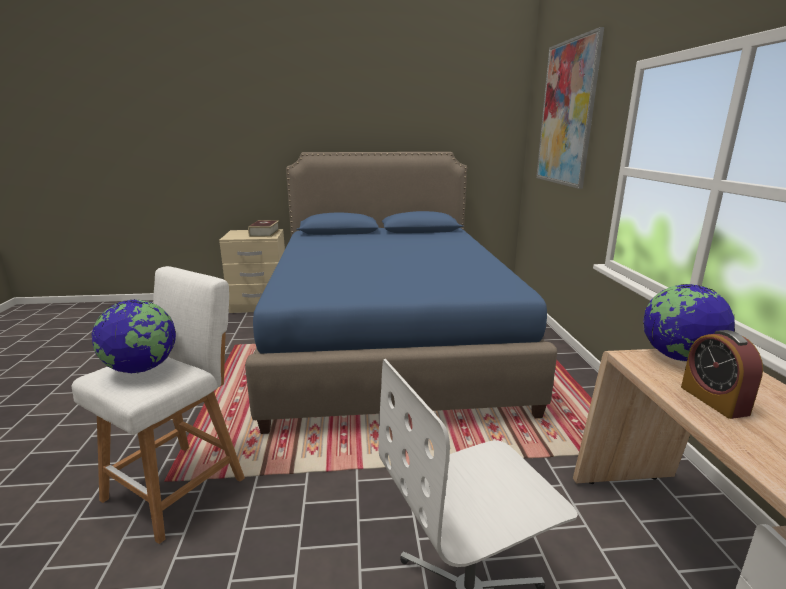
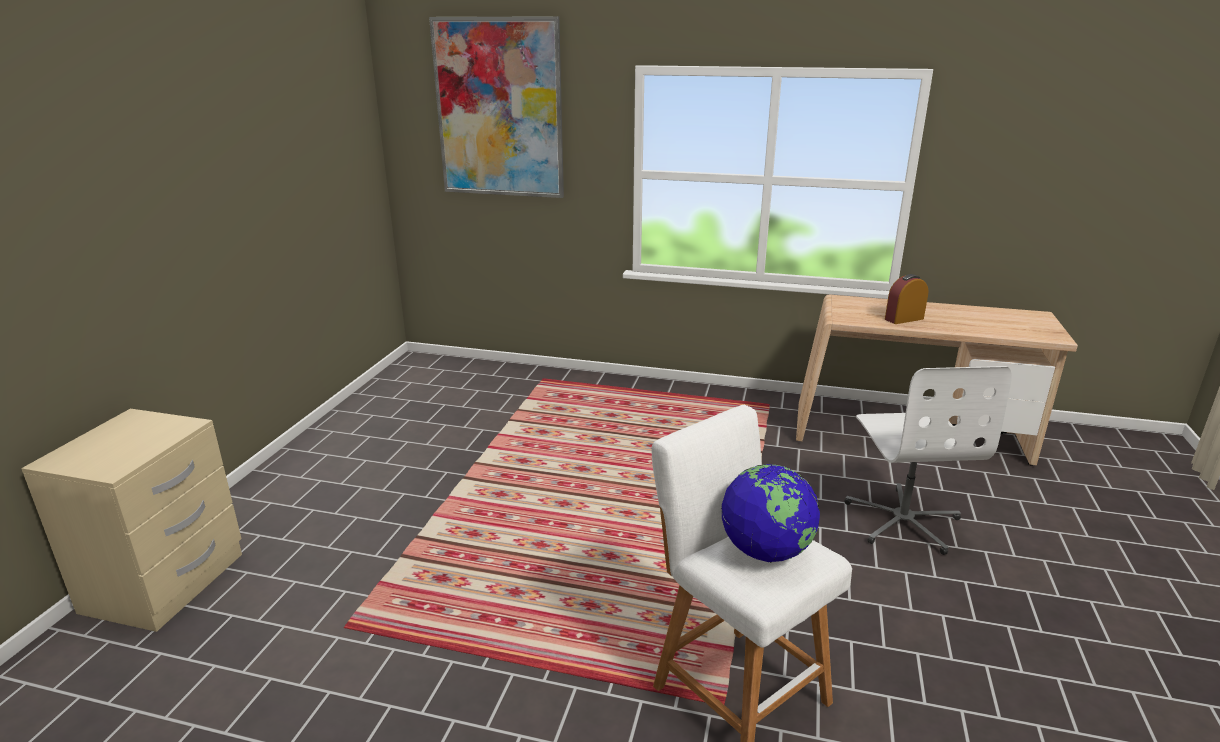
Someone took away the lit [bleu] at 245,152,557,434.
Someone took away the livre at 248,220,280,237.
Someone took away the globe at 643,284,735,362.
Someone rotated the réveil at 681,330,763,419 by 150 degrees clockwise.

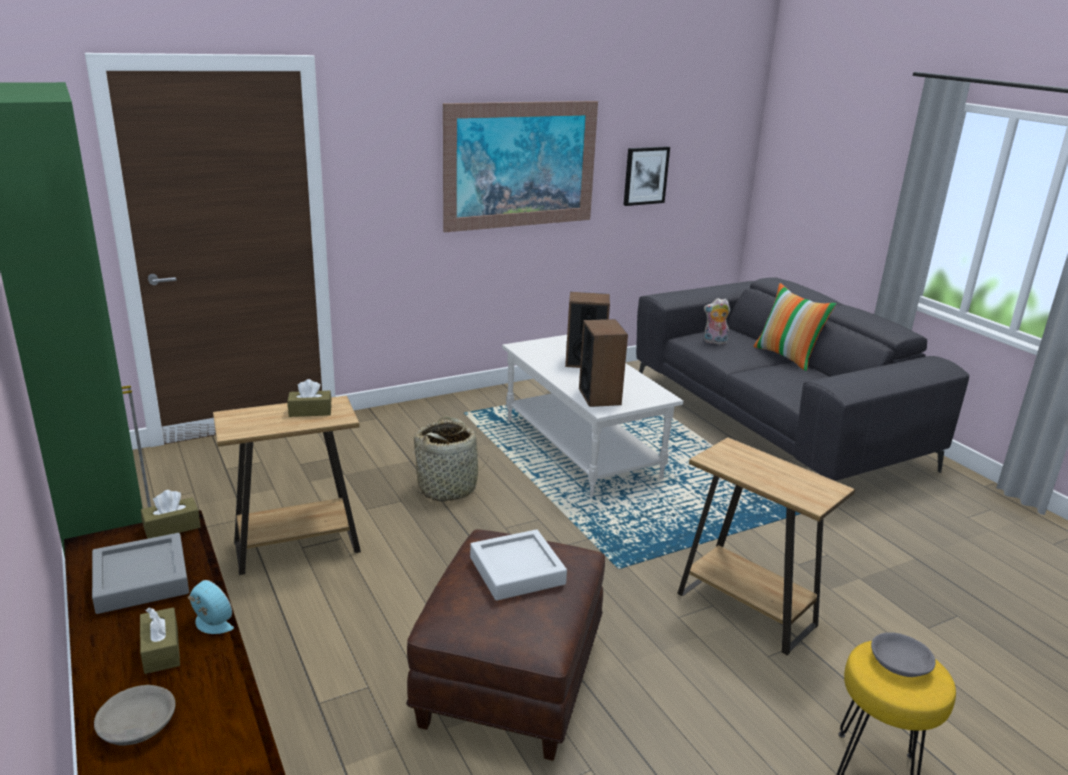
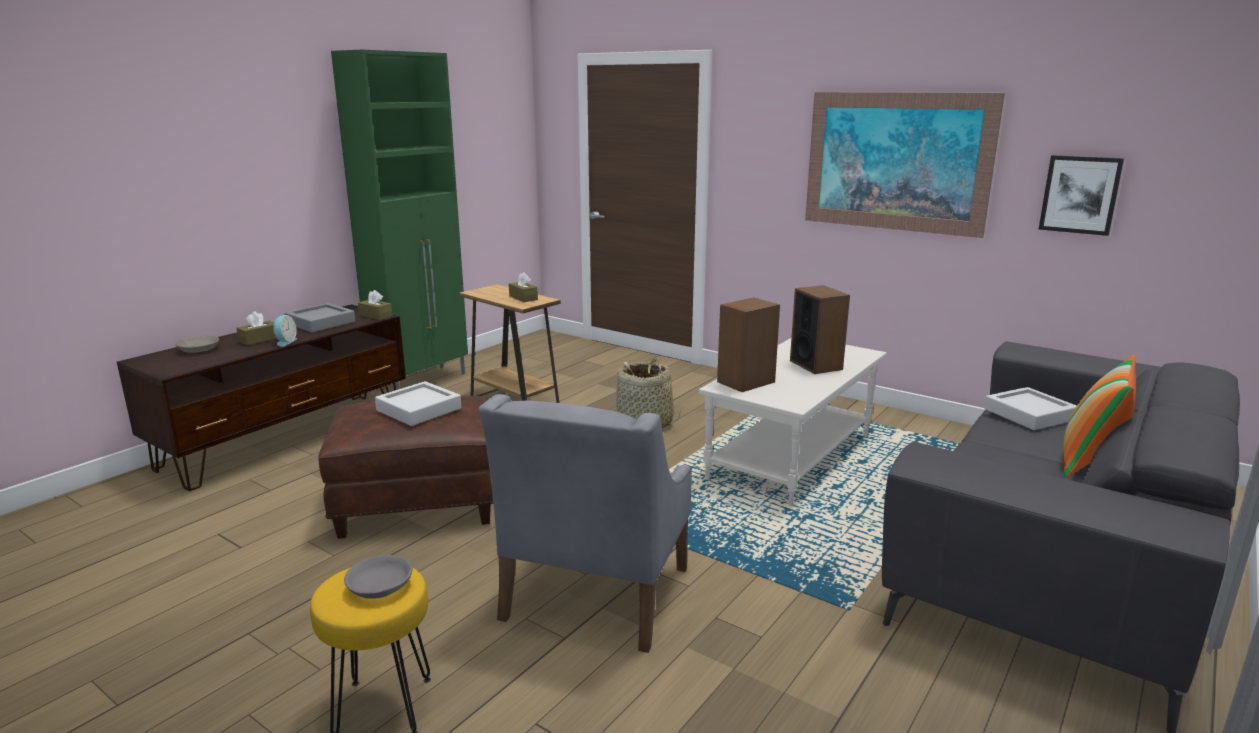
Someone swapped the table d'appoint [marron] at 677,437,855,655 for the fauteuil [gris] at 479,394,692,653.
Someone swapped the peluche at 704,298,730,344 for the plateau [gris] at 984,387,1077,430.

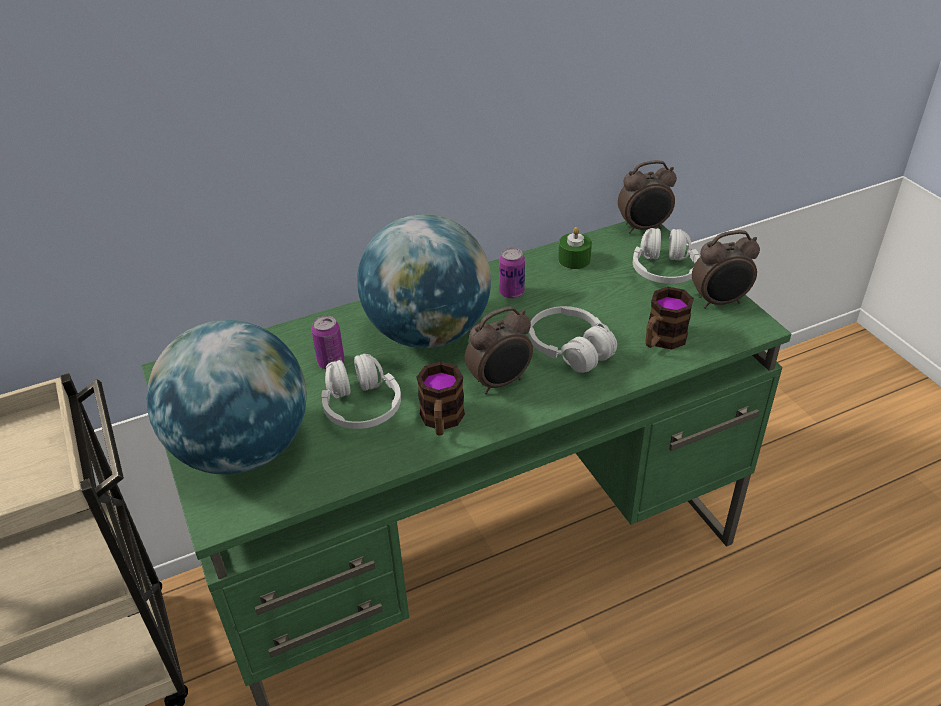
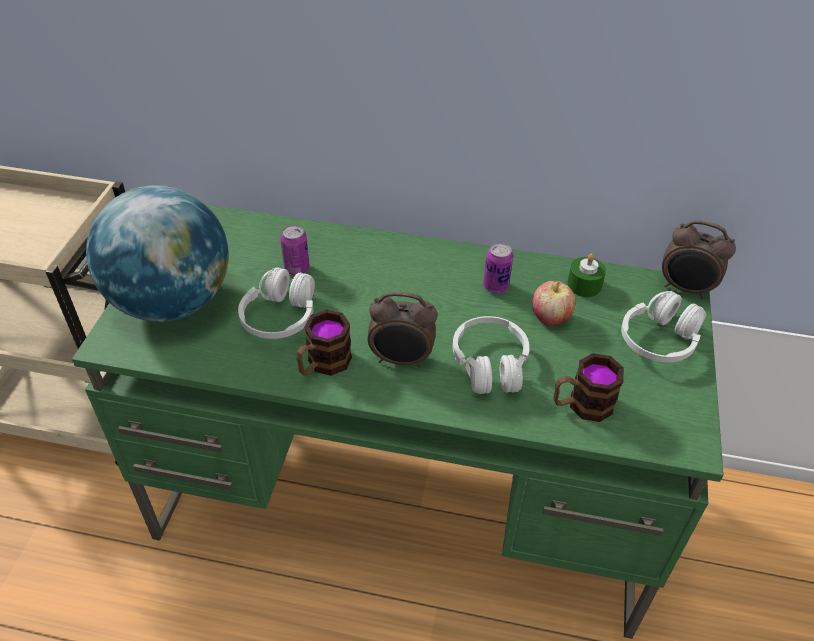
Someone took away the globe at 357,214,491,348.
Someone took away the réveil at 692,230,760,309.
Someone put down the pomme at 532,281,575,326.

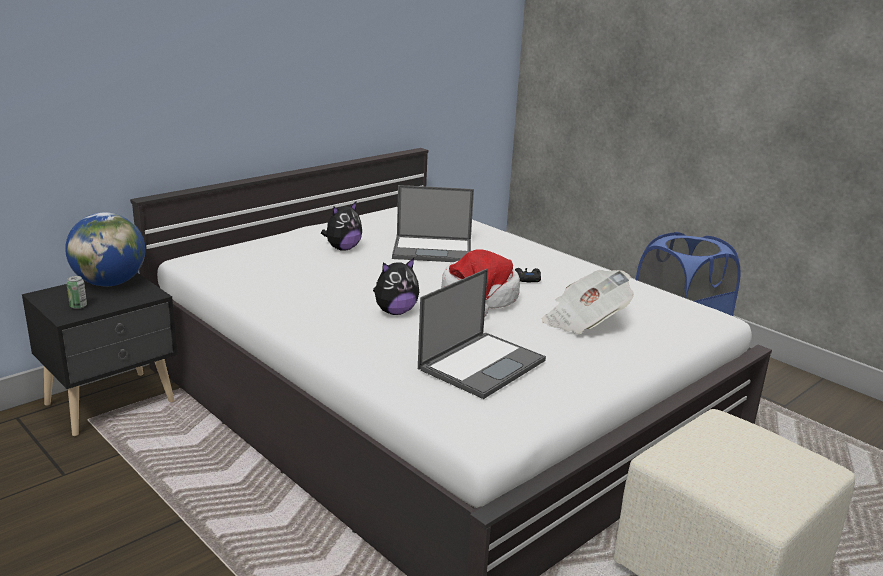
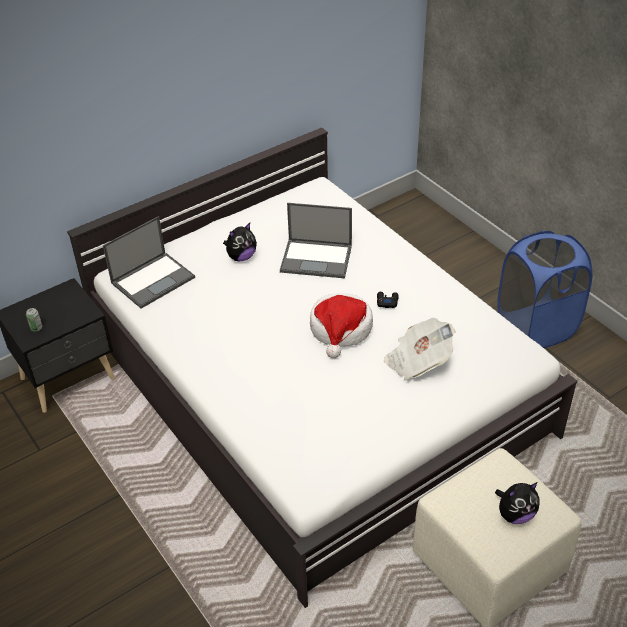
Someone took away the globe at 65,212,145,286.
Someone carried the peluche from 373,258,419,315 to 495,482,539,524.
Someone carried the ordinateur portable from 418,269,546,399 to 103,216,195,309.

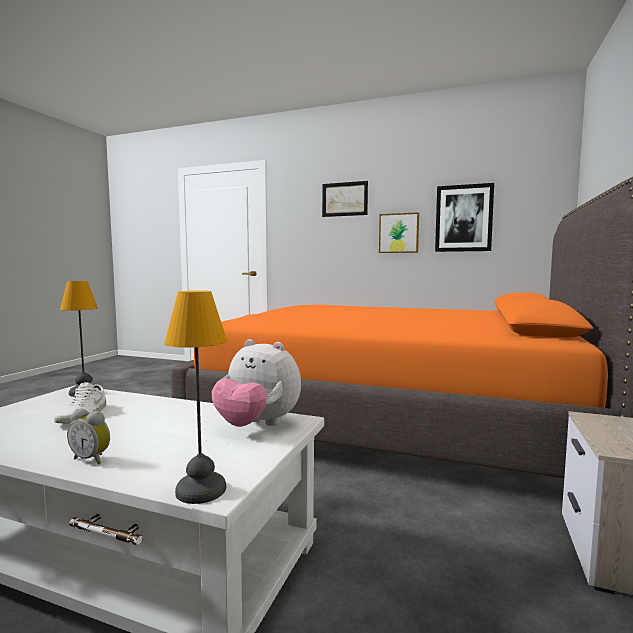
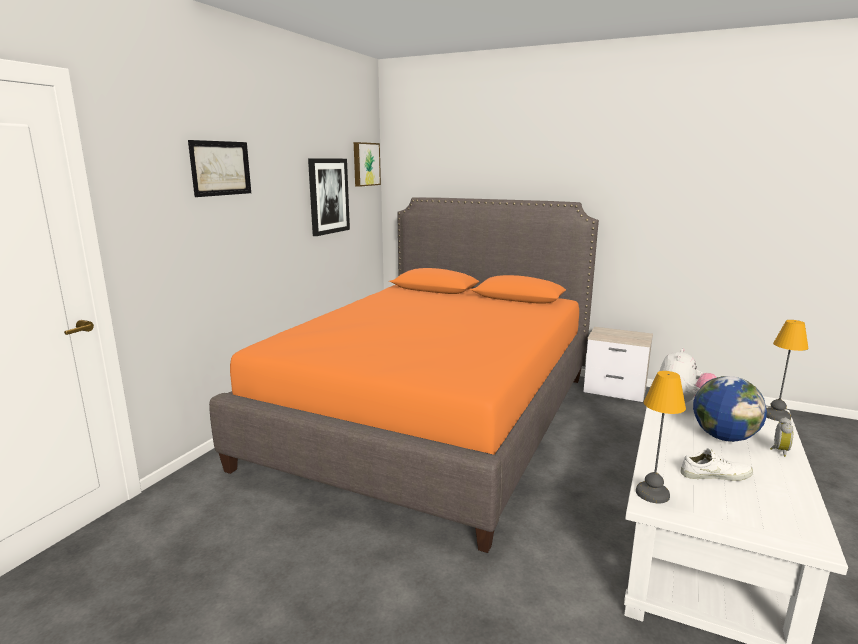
Someone put down the globe at 693,376,767,442.
Someone carried the tableau from 379,212,419,253 to 354,142,381,187.

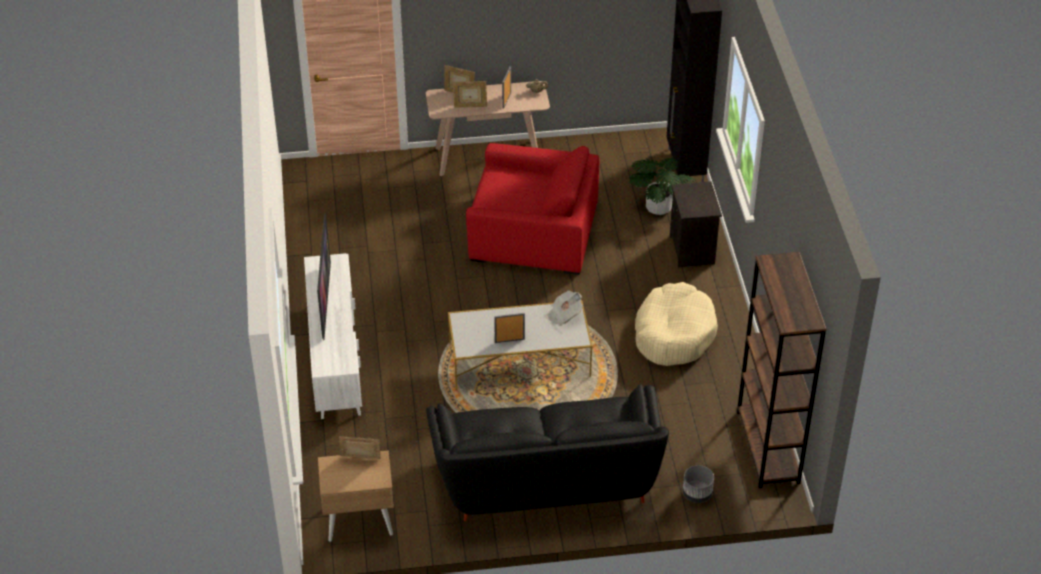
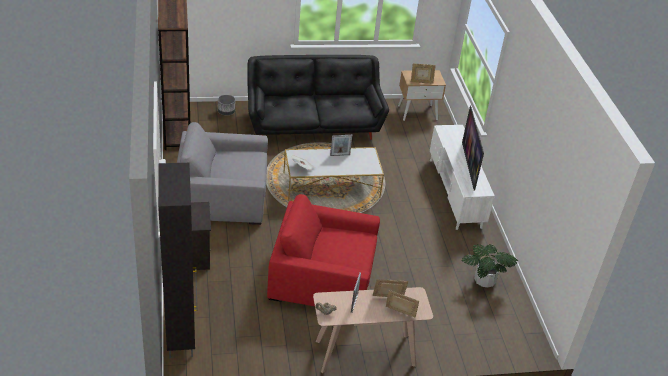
Someone carried the plante en pot from 629,158,696,215 to 462,244,518,288.
Someone swapped the panier pour chien [beige] at 635,282,718,366 for the fauteuil [gris] at 177,122,268,225.

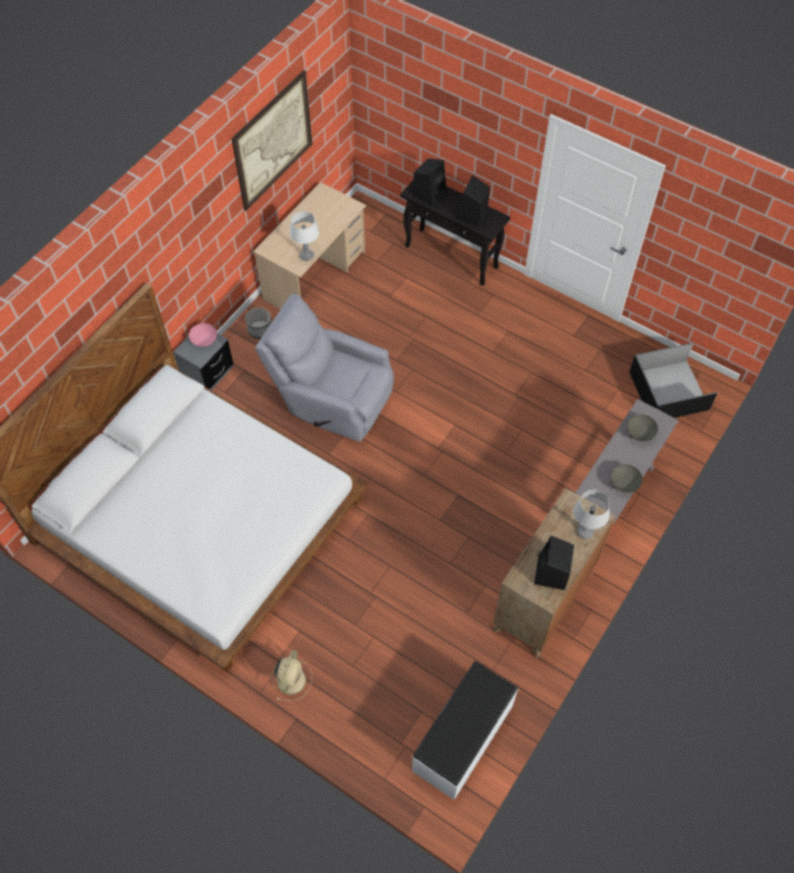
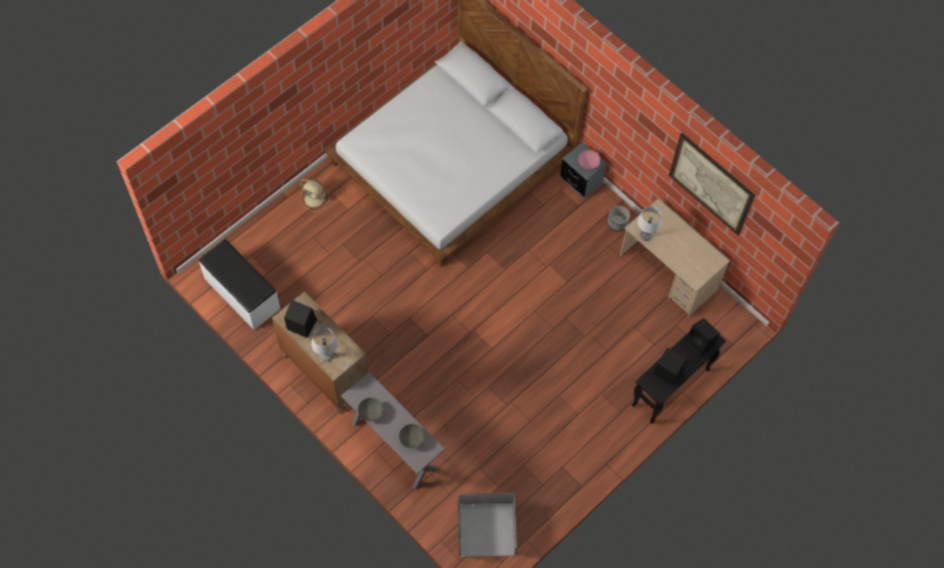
Someone took away the fauteuil [gris] at 255,294,394,442.

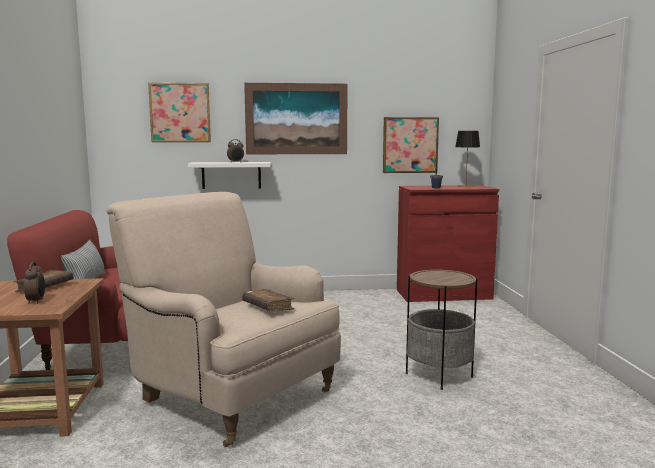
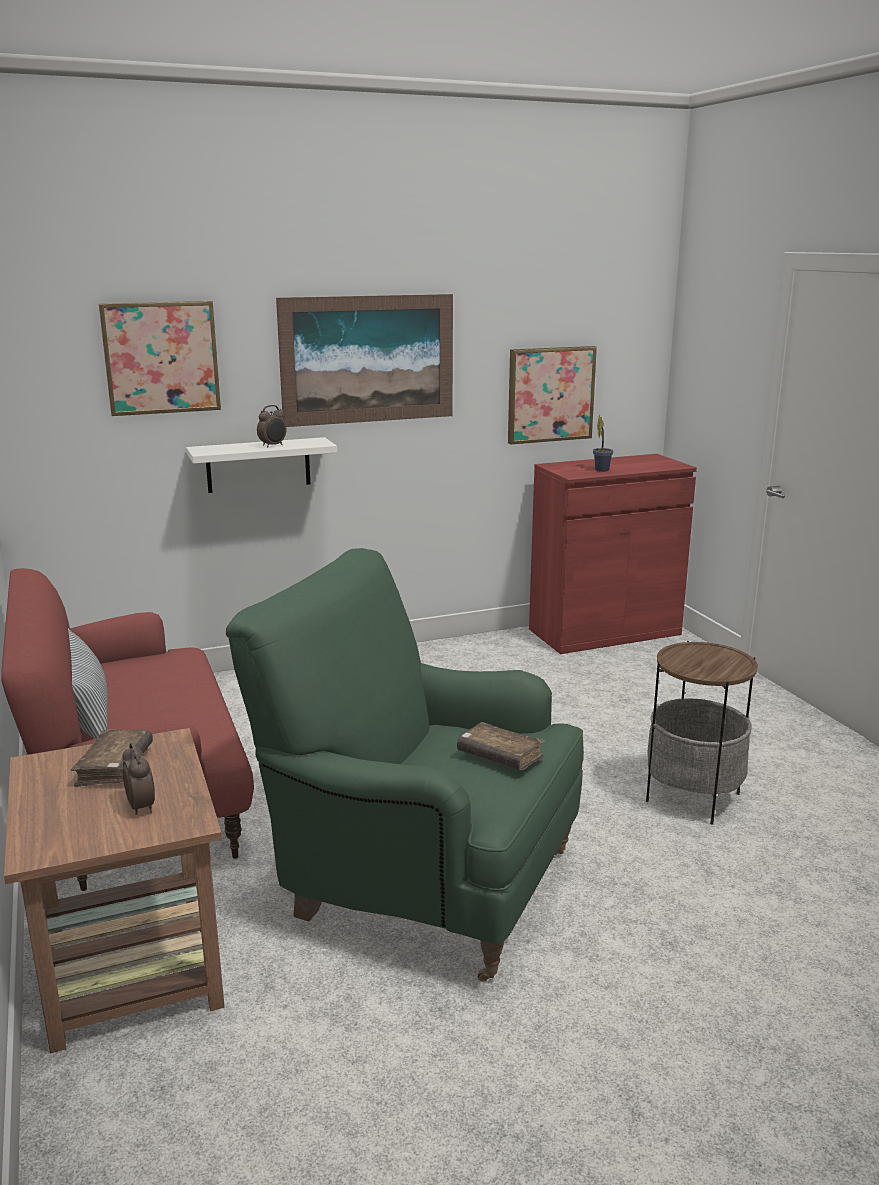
Someone took away the lampe de table at 455,131,480,187.
Someone repainted the fauteuil [beige] at 106,192,341,447, which became the fauteuil [vert] at 226,548,584,981.

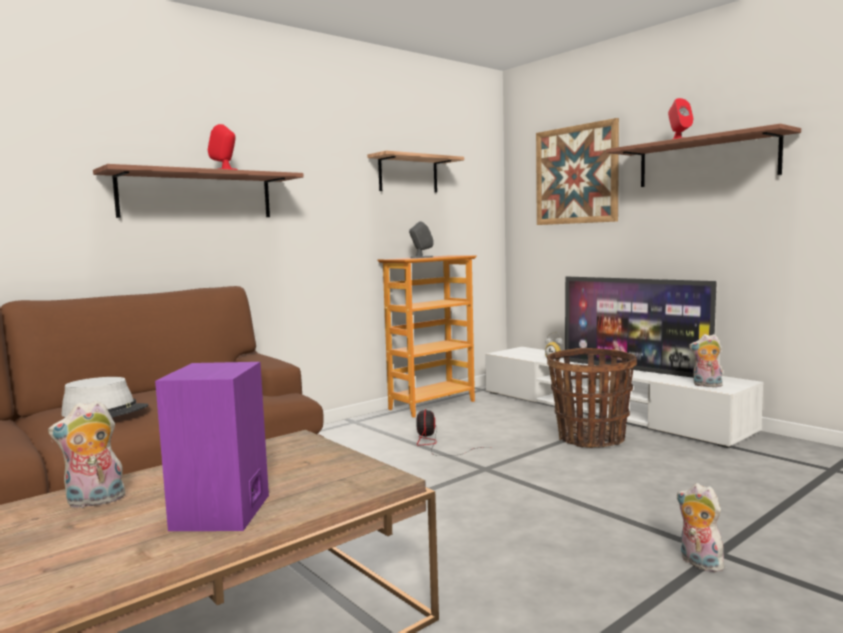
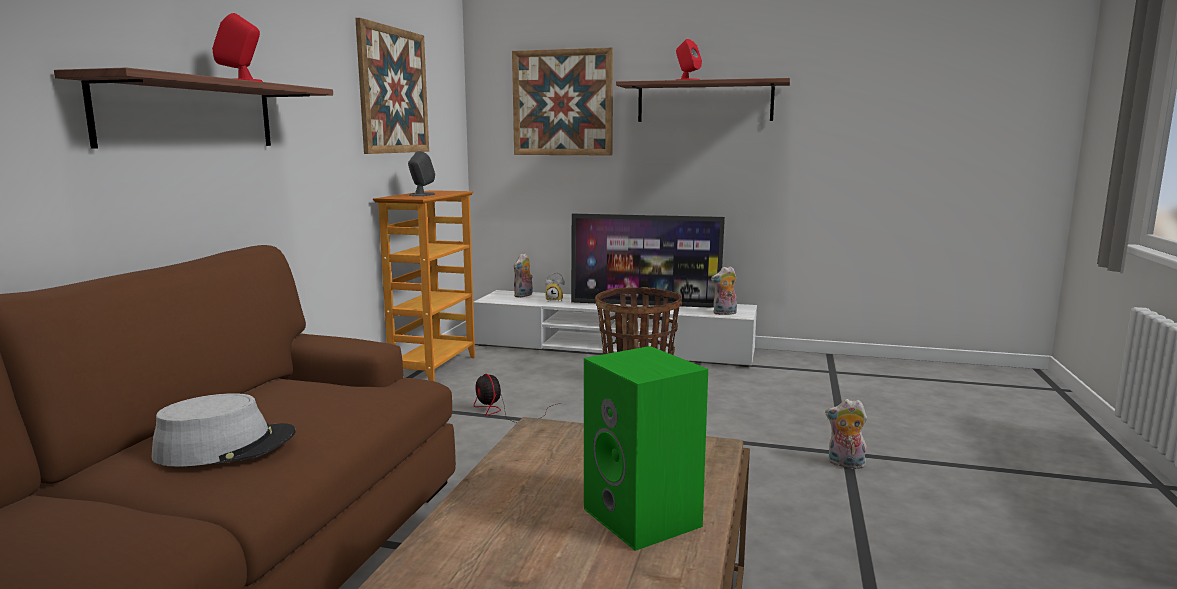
Someone carried the peluche from 48,400,125,509 to 514,253,533,298.
Someone swapped the étagère at 367,151,464,193 for the tableau at 355,18,429,154.
Someone repainted the enceinte [violet] at 155,362,269,531, which became the enceinte [vert] at 584,346,708,551.

